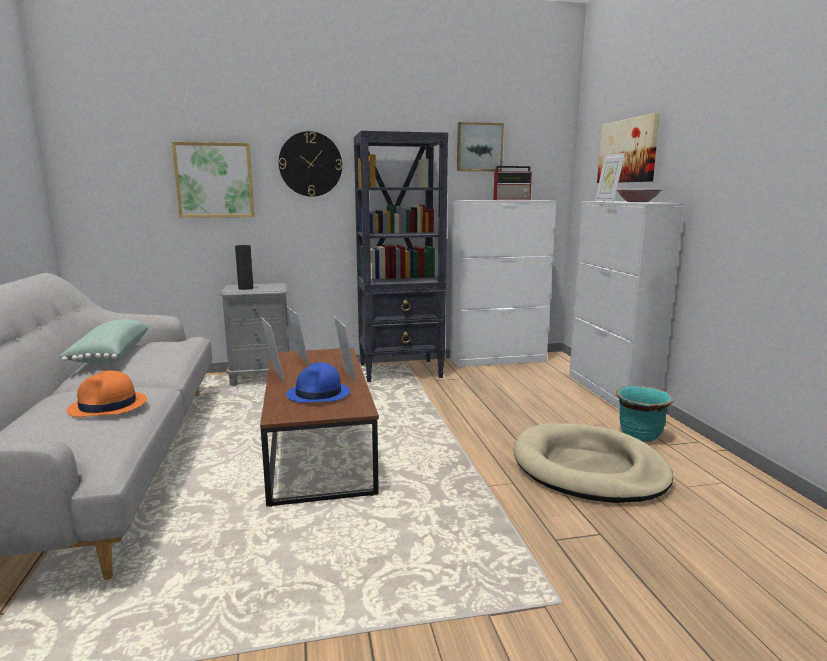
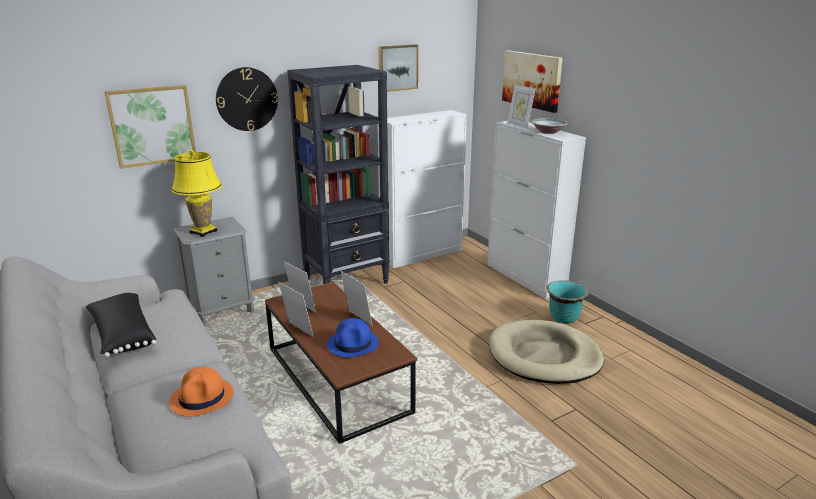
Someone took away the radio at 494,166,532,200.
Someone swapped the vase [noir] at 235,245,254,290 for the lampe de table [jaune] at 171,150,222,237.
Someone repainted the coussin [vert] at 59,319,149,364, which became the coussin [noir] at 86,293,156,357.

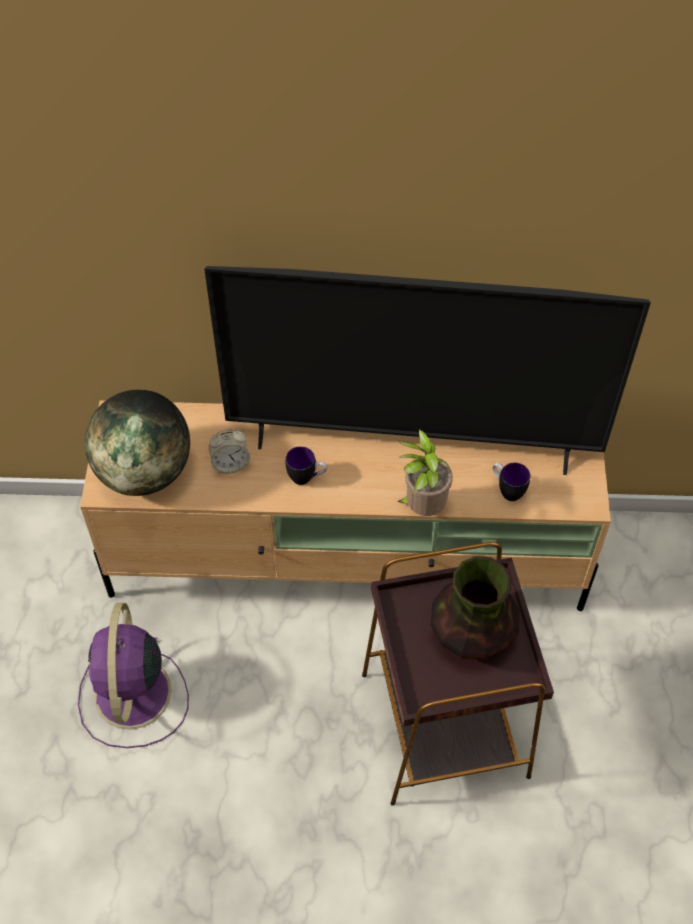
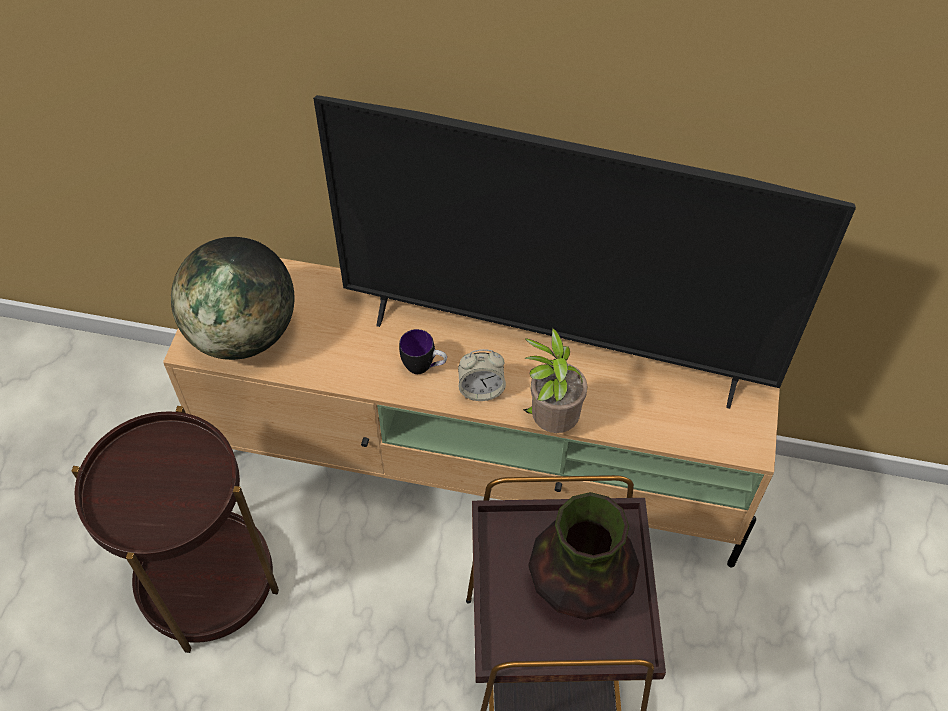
Someone took away the mug at 493,463,530,501.
Someone carried the réveil from 209,429,250,474 to 458,349,506,401.
Someone swapped the ventilateur [violet] at 78,603,189,748 for the table d'appoint [marron] at 72,406,279,653.

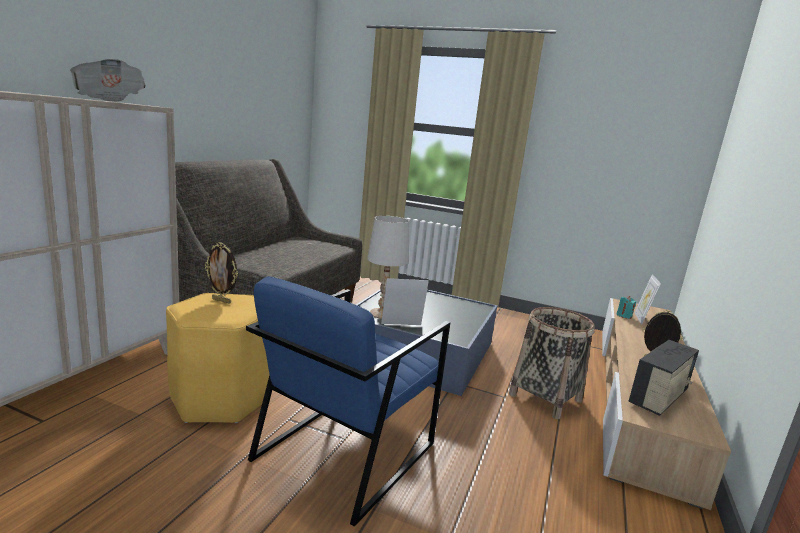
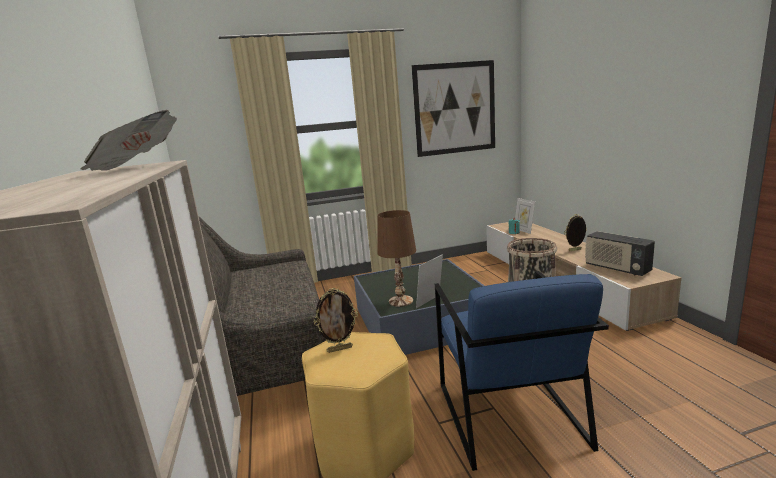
Someone put up the tableau at 411,60,495,157.
Someone repainted the lampe de table [blanc] at 367,216,409,319, which became the lampe de table [marron] at 377,210,416,307.
Someone rotated the radio at 628,340,699,416 by 135 degrees clockwise.

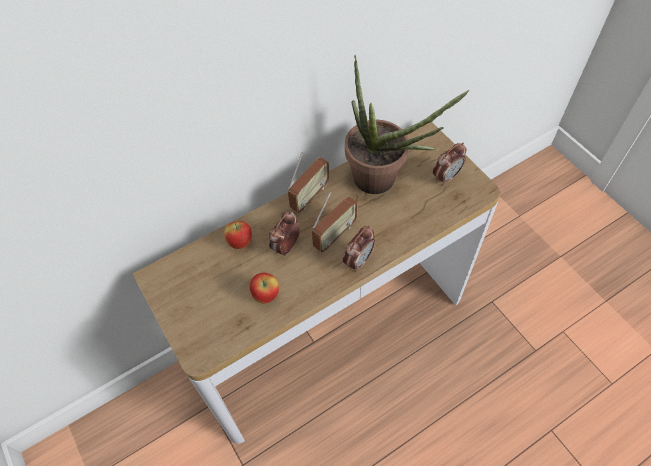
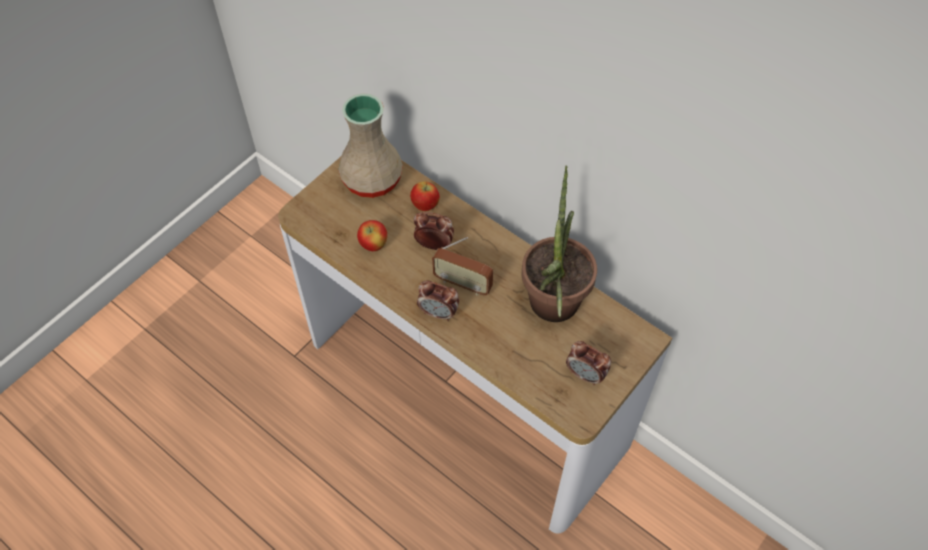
Someone took away the radio at 288,152,329,213.
Someone put down the vase [beige] at 338,93,403,198.

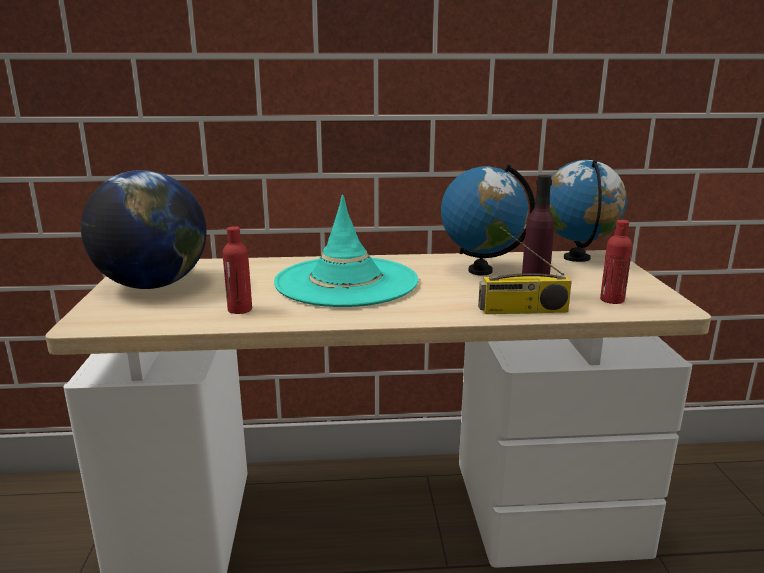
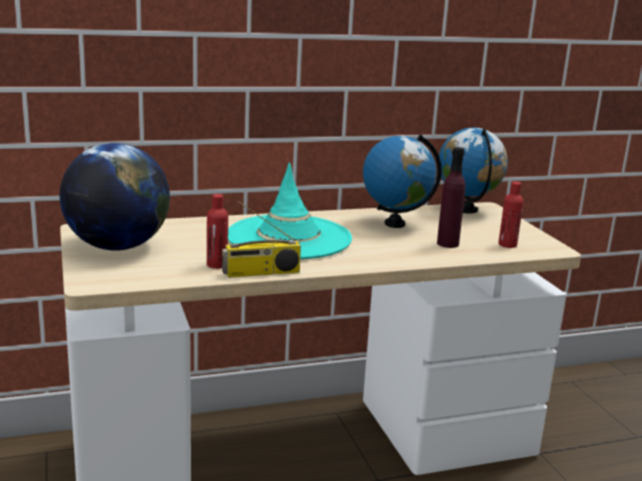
Someone carried the radio from 478,227,572,314 to 222,202,301,278.

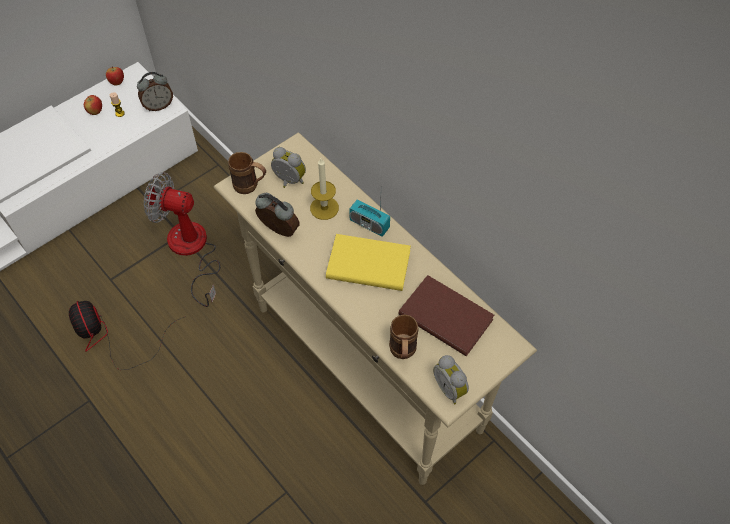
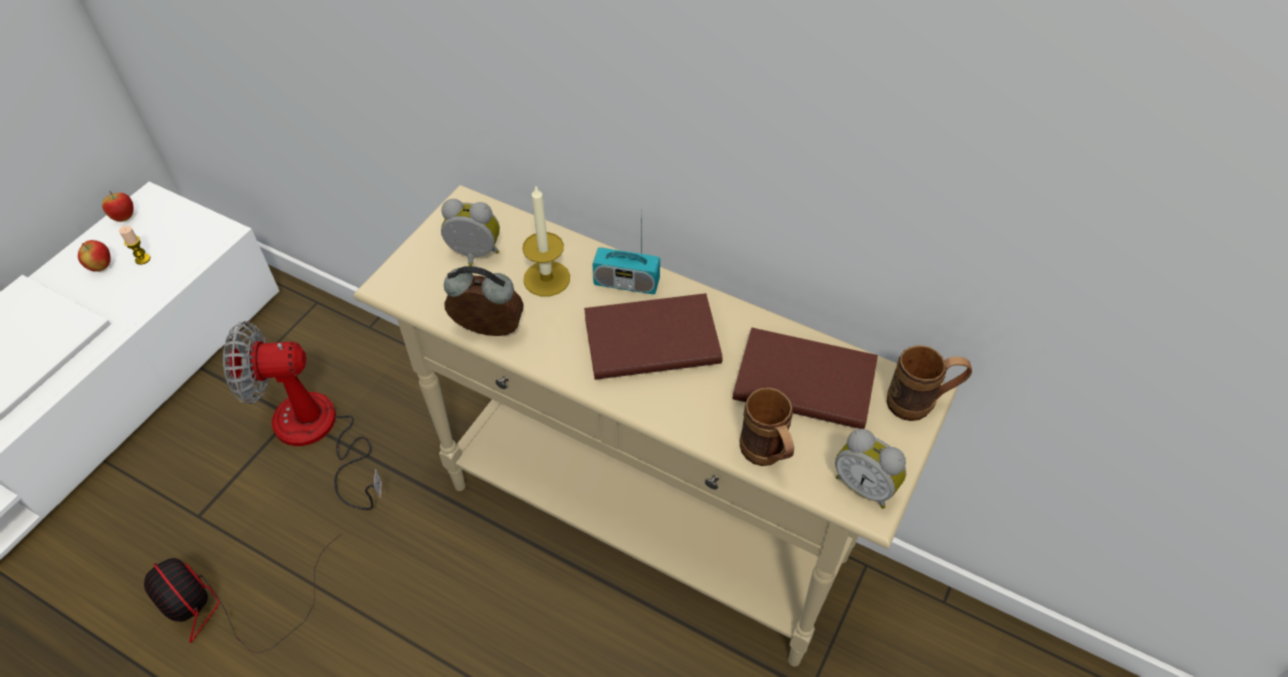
Someone took away the réveil at 137,72,173,111.
Someone carried the mug [marron] from 228,152,266,194 to 886,345,972,421.
Someone repainted the livre [jaune] at 326,234,411,291, which became the livre [marron] at 584,293,722,380.

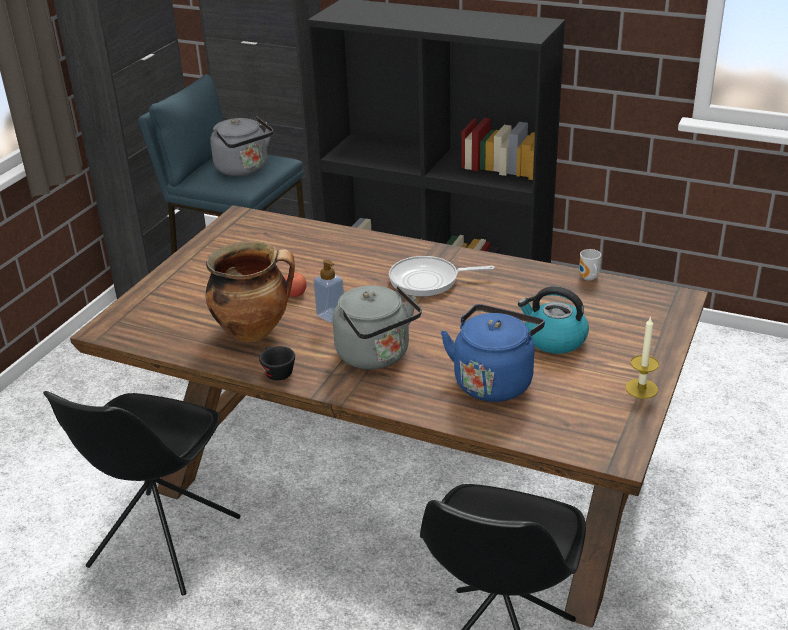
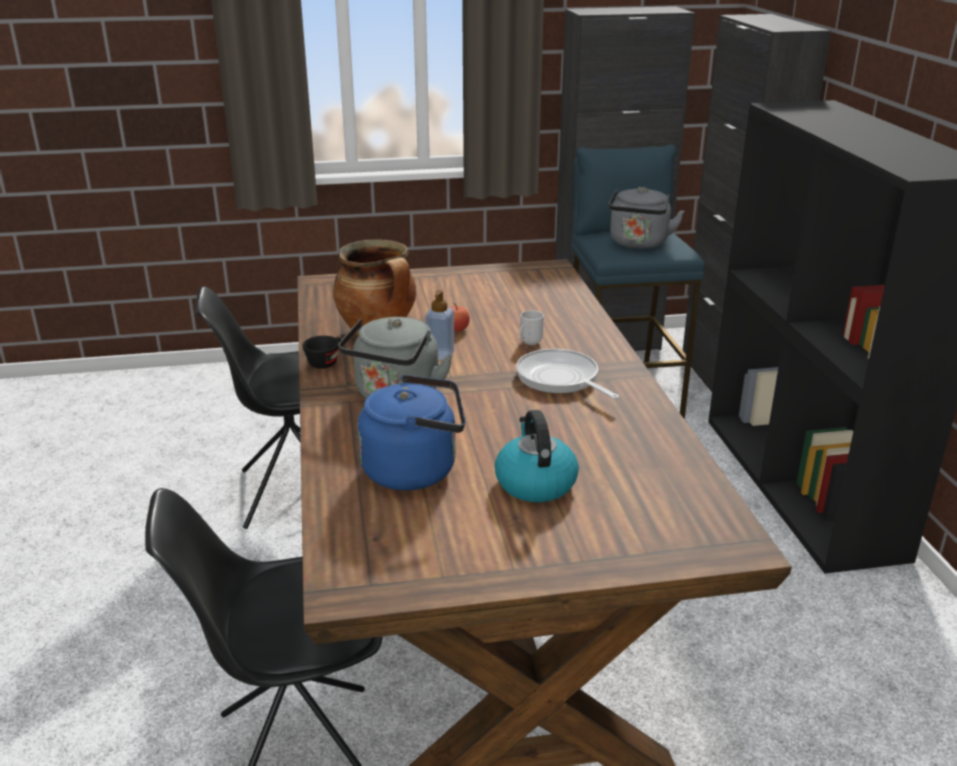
Someone took away the bougie at 625,316,659,399.
Someone carried the mug from 579,249,601,281 to 520,310,544,345.

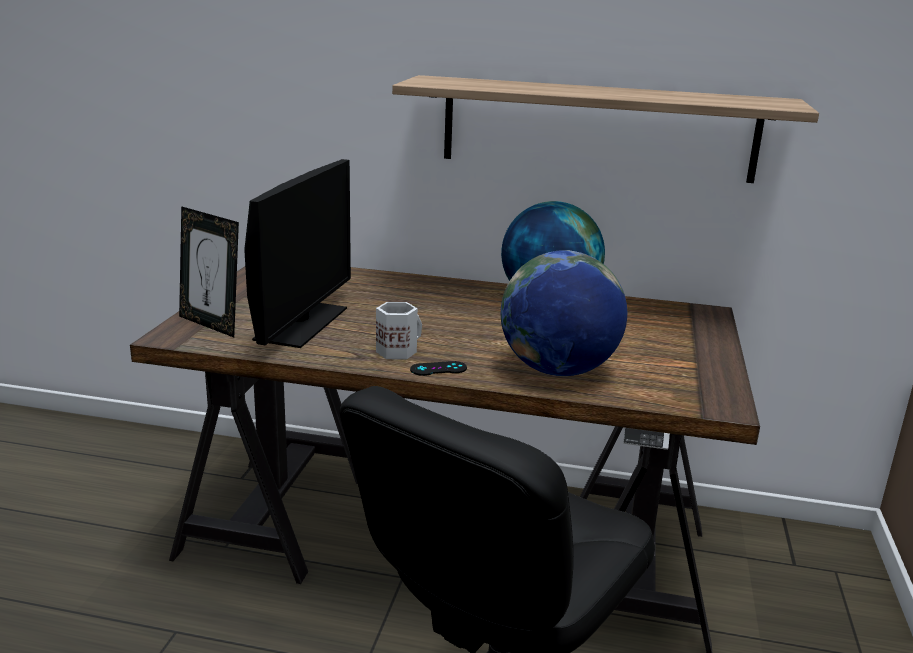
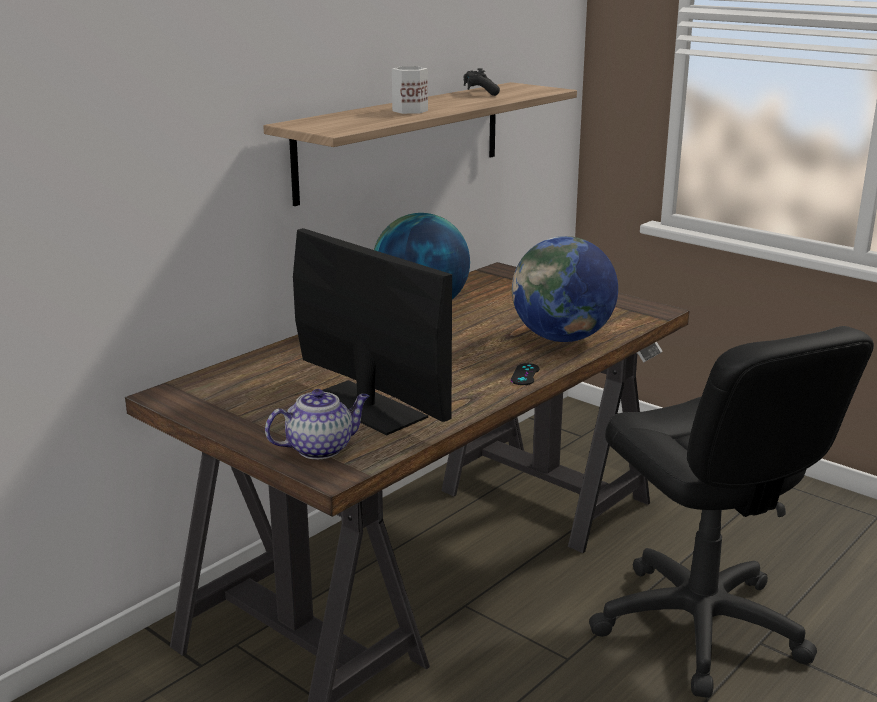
Someone put down the manette [noir] at 463,68,500,96.
Someone carried the mug [blanc] from 376,302,422,359 to 392,66,428,114.
Someone swapped the cadre photo at 179,206,239,337 for the théière at 265,389,369,459.

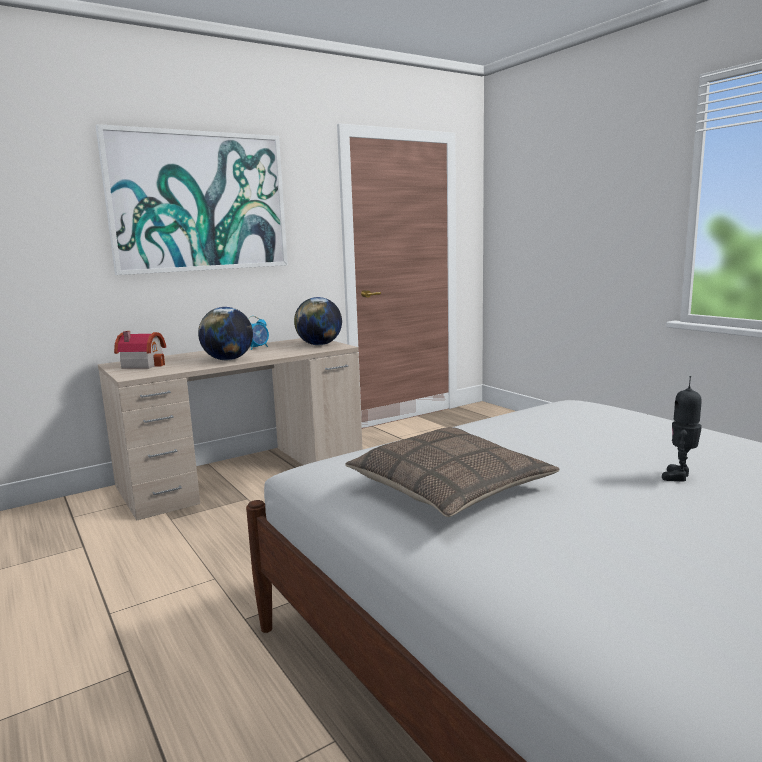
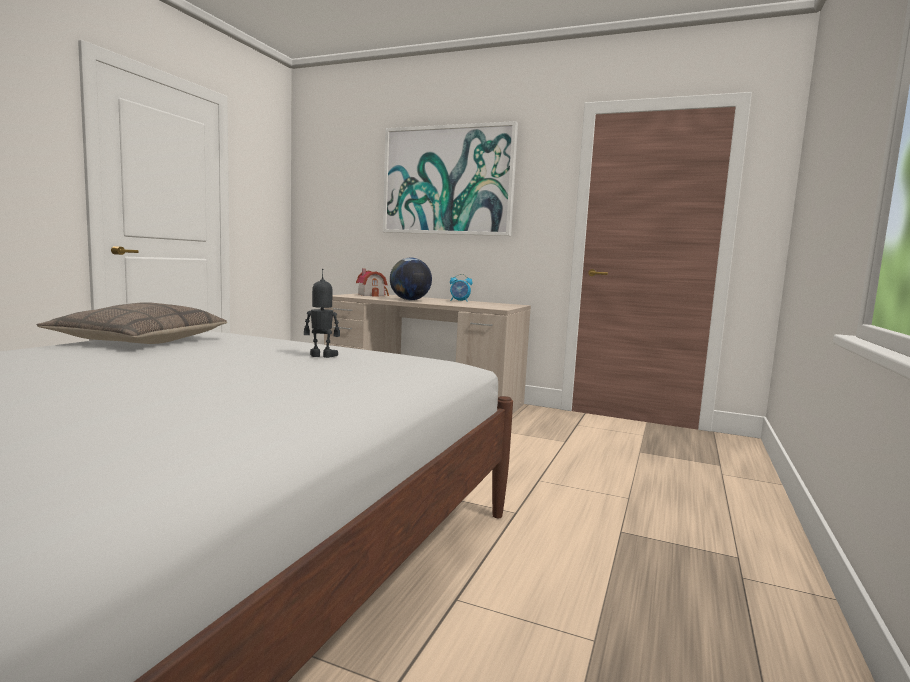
Someone took away the globe at 294,297,342,345.
Someone carried the robot jouet from 662,376,702,482 to 304,269,340,358.

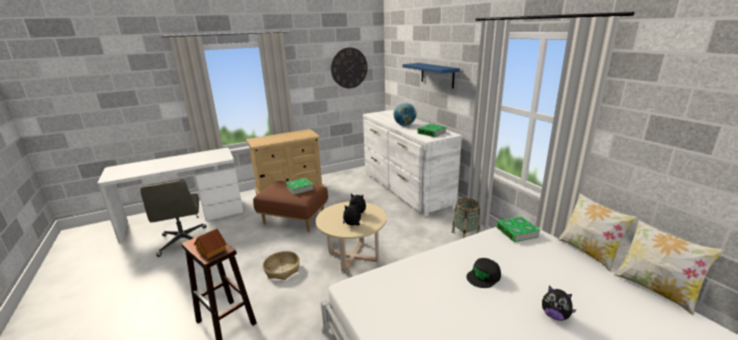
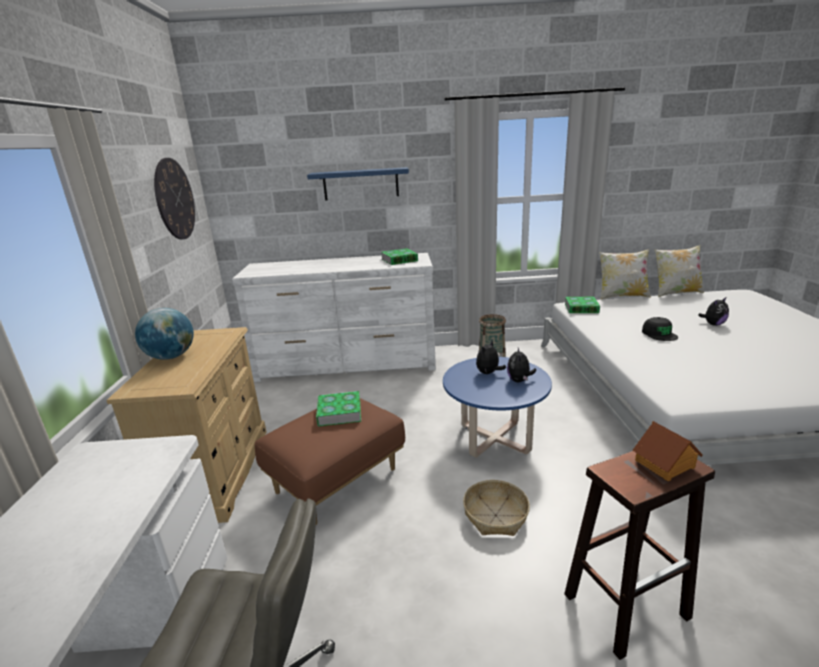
Someone carried the globe from 394,103,416,126 to 135,308,194,360.
Someone repainted the table basse [beige] at 316,202,387,272, which became the table basse [bleu] at 443,357,552,458.

